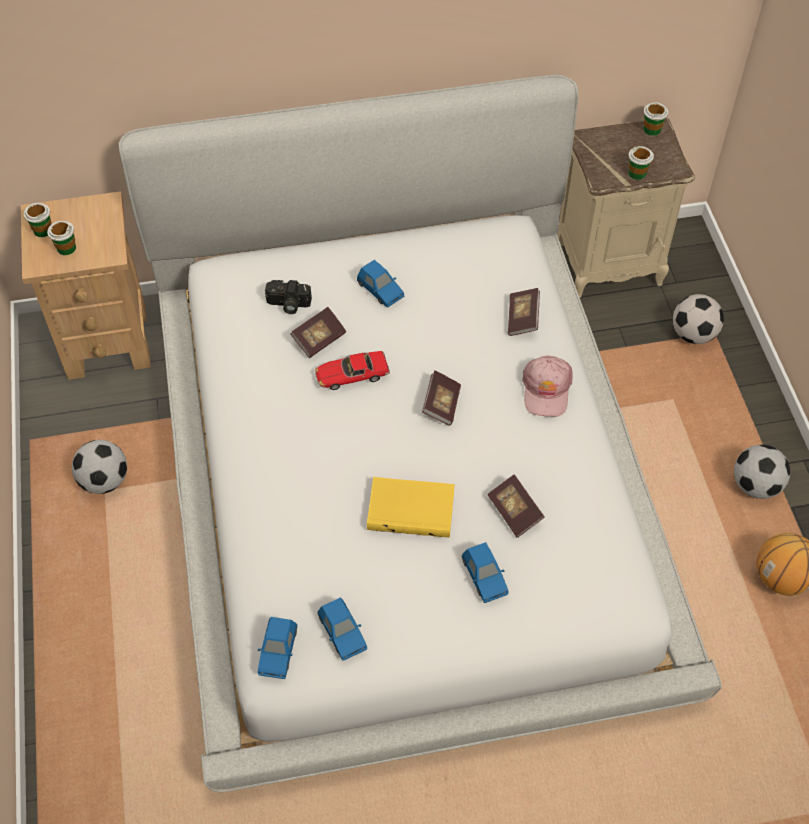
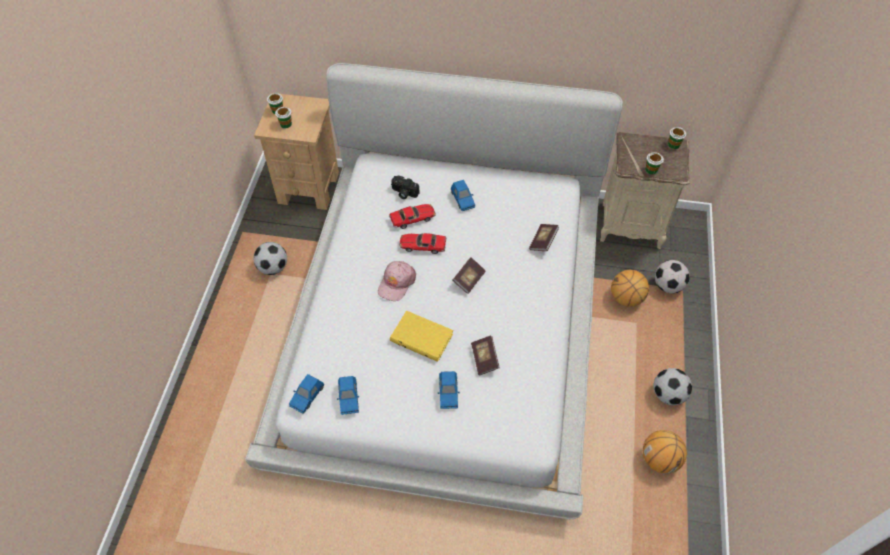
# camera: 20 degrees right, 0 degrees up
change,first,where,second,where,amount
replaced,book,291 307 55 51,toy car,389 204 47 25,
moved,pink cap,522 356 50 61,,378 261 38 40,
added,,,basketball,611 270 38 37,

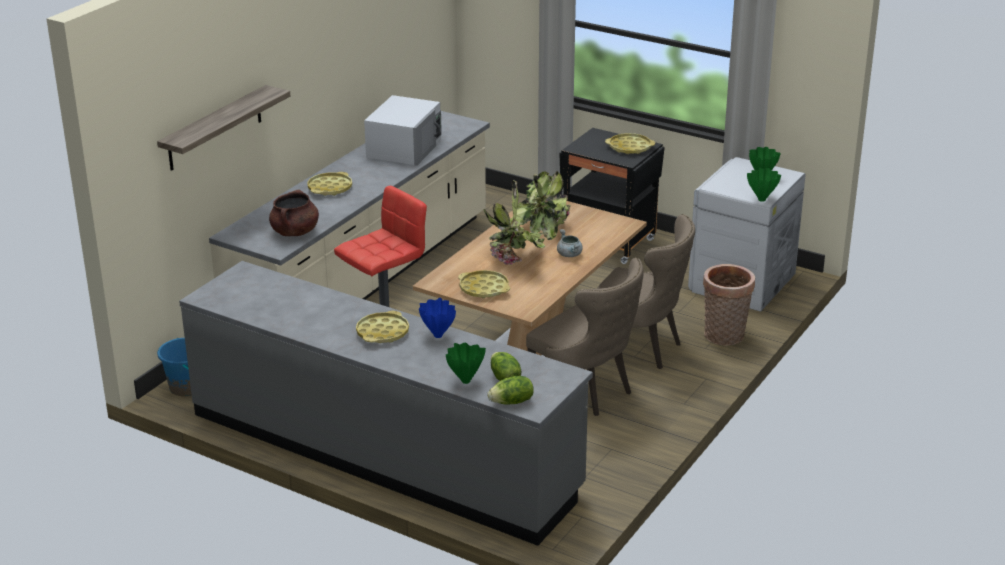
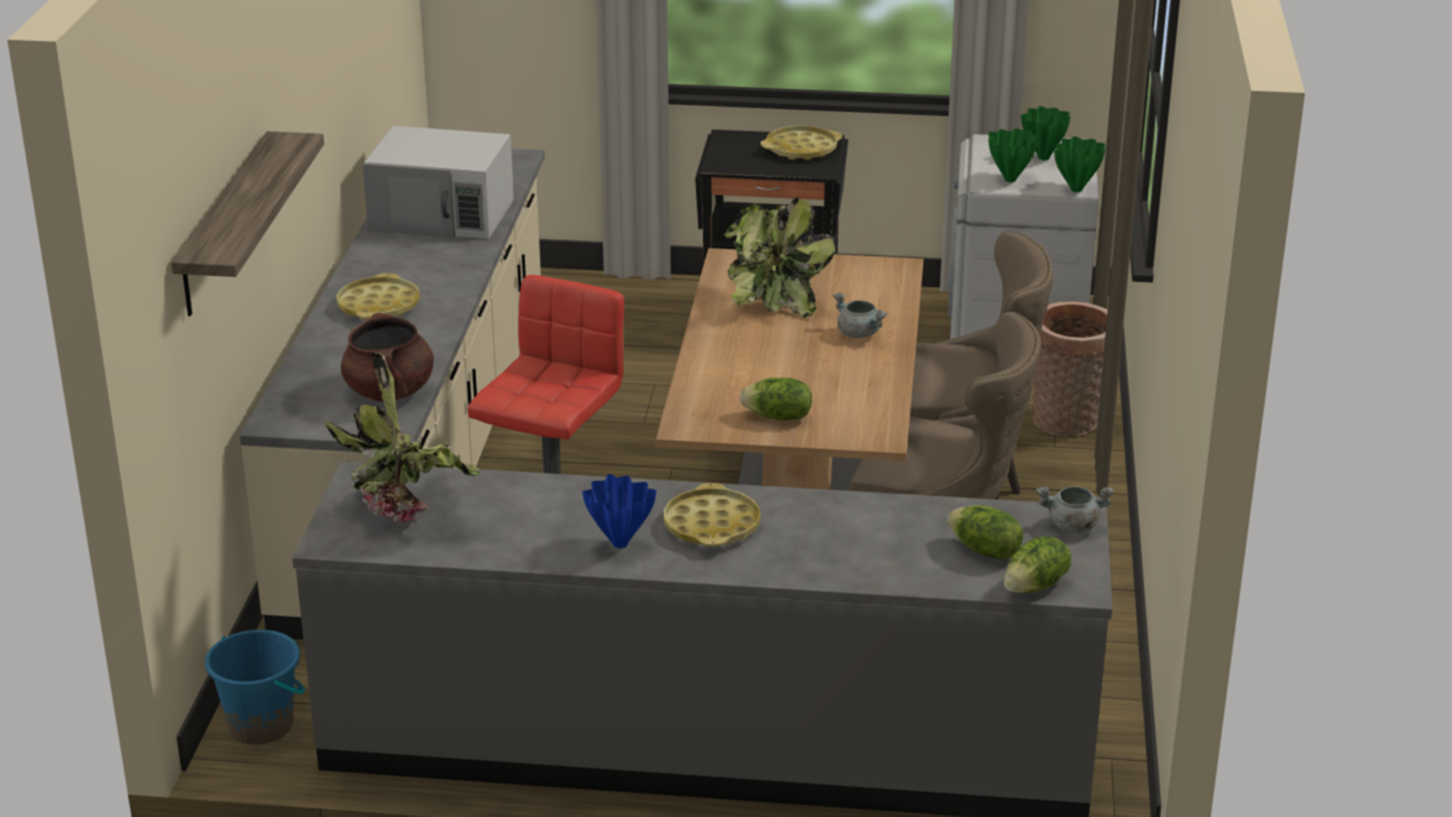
# camera: 25 degrees left, 0 degrees up
change,first,where,second,where,amount
turned,white microwave,364 95 78 71,,363 126 151 113,105 degrees clockwise
moved,blue vase,419 298 37 40,,582 474 74 74,
moved,green vase,446 343 40 41,,988 128 49 54,
replaced,yellow tray,458 270 52 28,lettuce,740 378 72 42,
moved,potted plant,484 180 61 85,,325 352 155 171,
added,,,grey cooking pot,1036 486 78 47,

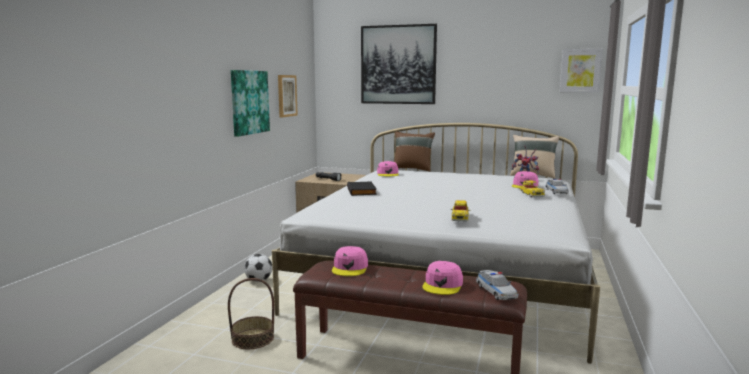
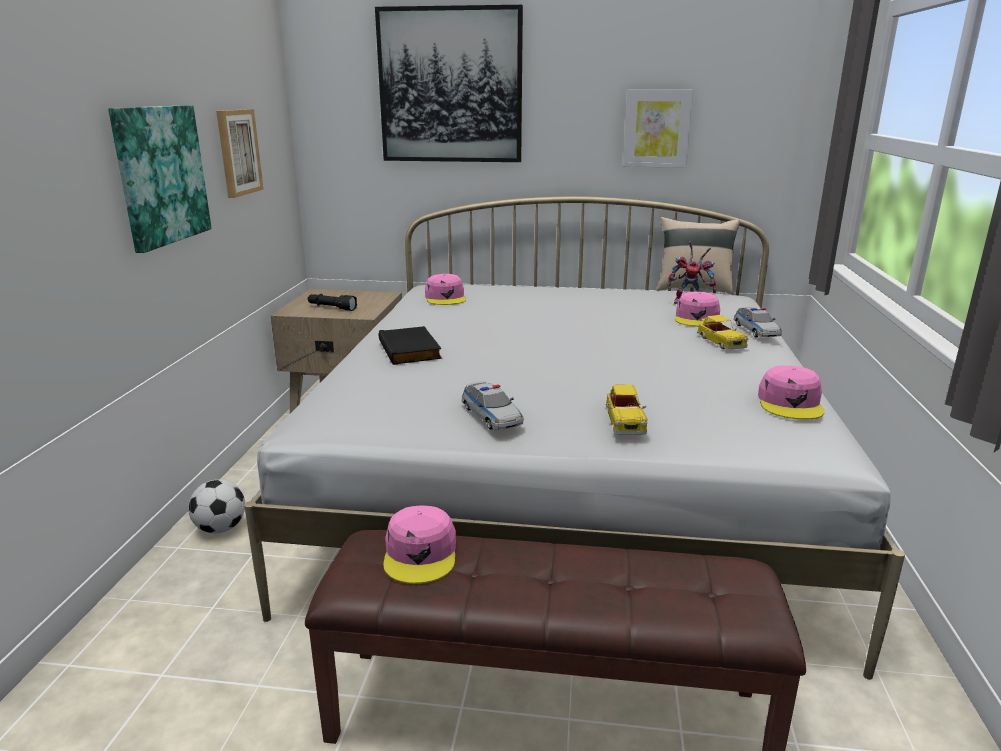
# camera: 10 degrees left, 10 degrees up
change,first,where,second,where,amount
removed,basket,228 278 46 71,,,
removed,brown pillow,394 131 41 41,,,
moved,pink cap,422 261 41 34,,758 365 66 55,
moved,toy car,476 270 43 30,,462 381 62 49,
moved,picture,560 49 43 44,,623 90 70 78,

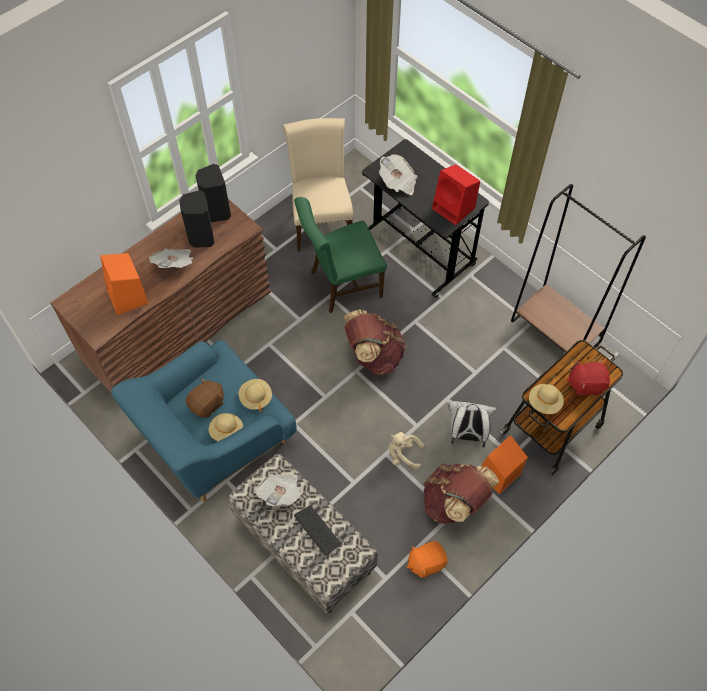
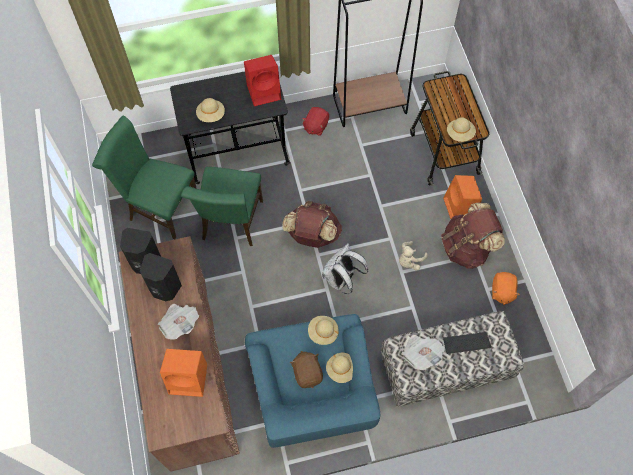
# camera: 60 degrees left, 5 degrees up
change,first,where,second,where,amount
recoloured,beige chair,282 118 72 134,green chair,92 116 105 123,
replaced,newspaper,379 154 38 41,beige hat,196 98 29 24,
moved,white backpack,448 401 48 46,,322 243 46 51,
moved,red plush toy,567 360 43 36,,302 107 27 29,

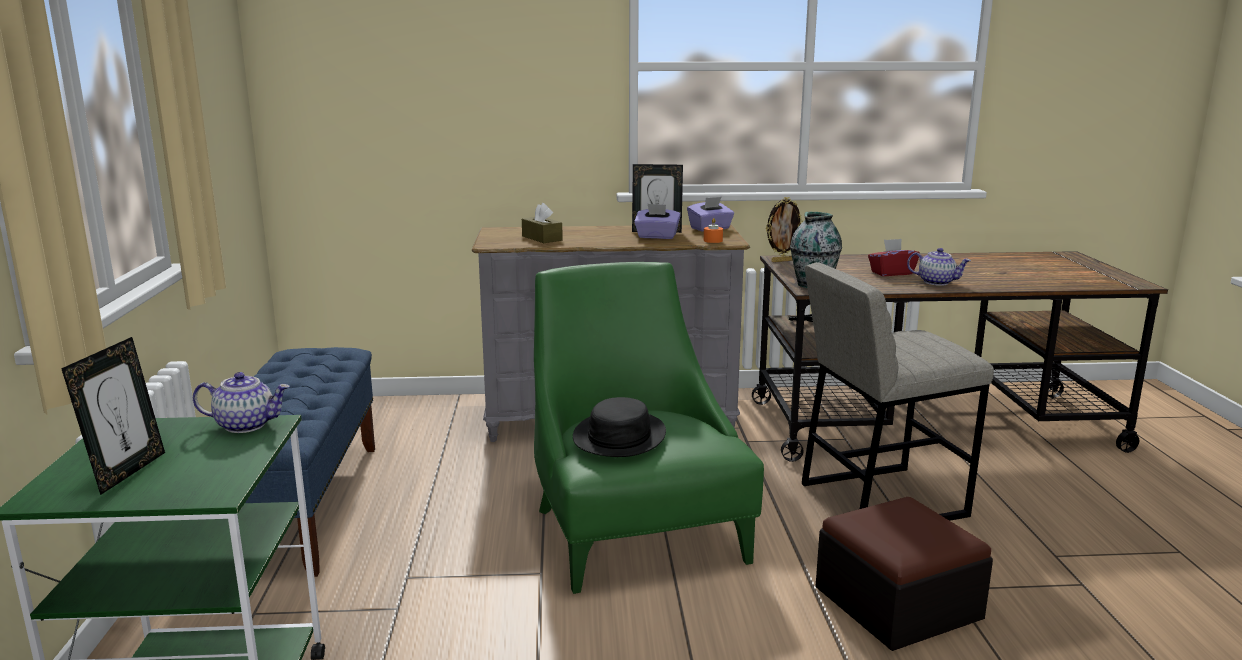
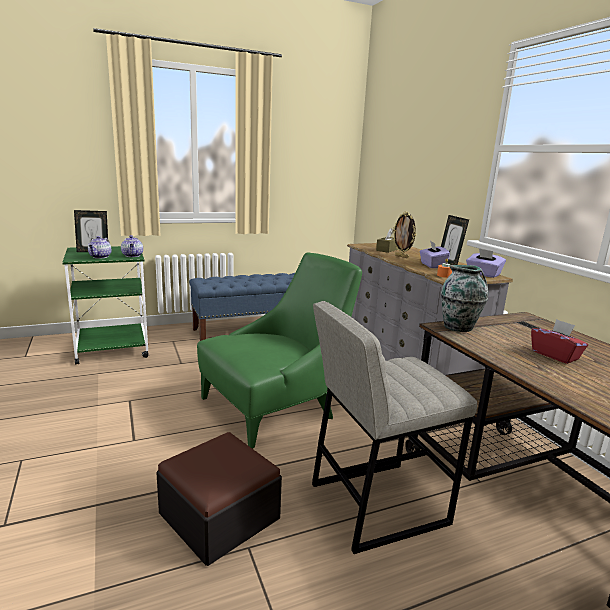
# camera: 70 degrees right, 0 degrees up
change,first,where,second,where,amount
removed,black hat,573 397 93 60,,,
moved,picture frame,766 197 37 65,,393 212 23 46,
turned,grey chair,802 262 192 259,,312 301 165 253,75 degrees counterclockwise
moved,teapot,907 248 64 38,,88 236 23 22,

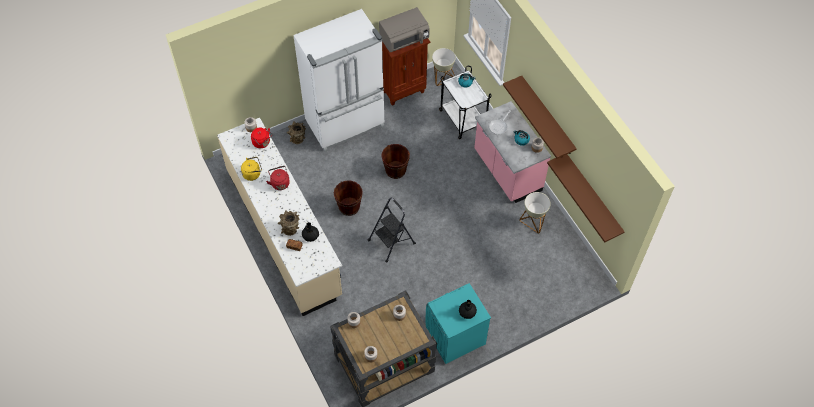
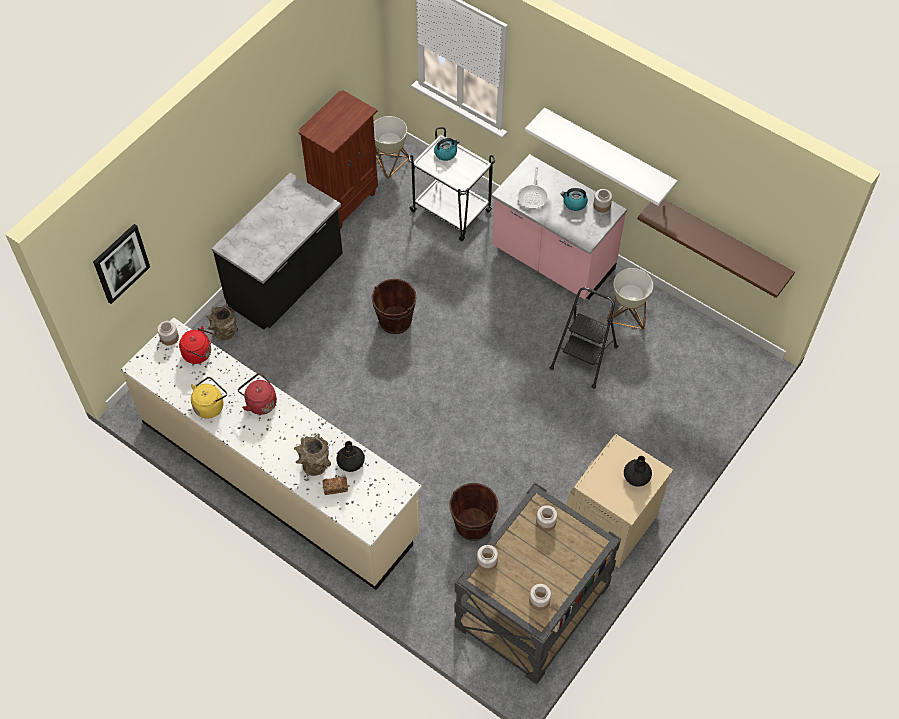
# camera: 25 degrees left, 0 degrees up
change,first,where,second,where,amount
replaced,white fridge,293 9 91 143,black counter,212 173 131 157,
moved,brown bucket,334 180 29 36,,449 483 50 58,
moved,black step ladder,368 198 48 65,,549 287 69 102,
removed,grey microwave,379 7 51 45,,,
recoloured,turquoise washing machine,426 283 65 81,beige washing machine,567 434 106 133,
recoloured,brown shelf,503 76 74 83,white shelf,525 108 152 98,
added,,,picture,93 224 57 80,

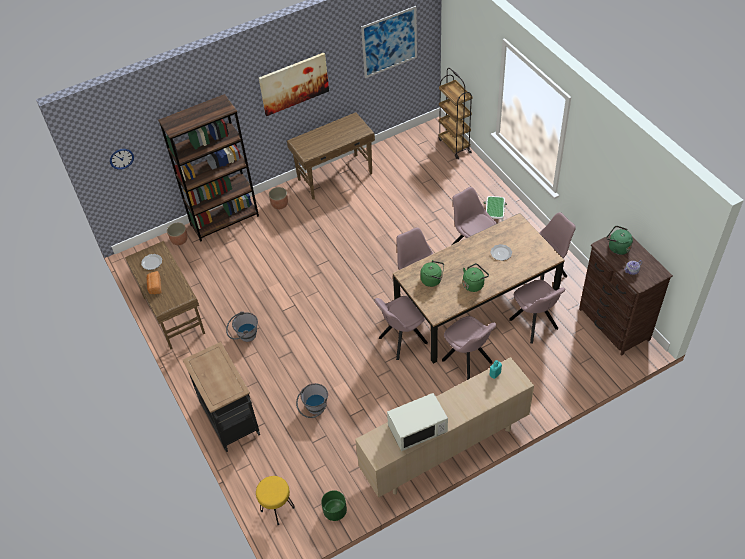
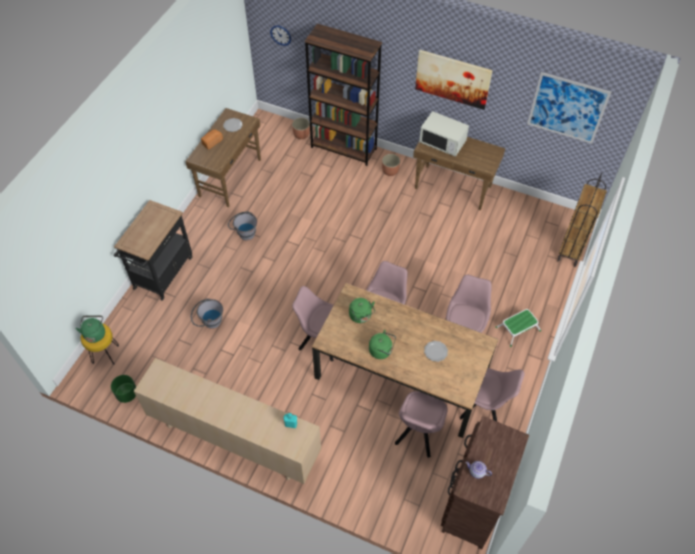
# camera: 50 degrees right, 5 degrees up
change,first,where,second,where,amount
moved,white microwave,387 393 61 58,,419 111 50 46,
removed,pink chair,442 316 54 64,,,
moved,green kettle,607 226 26 29,,75 316 30 27,

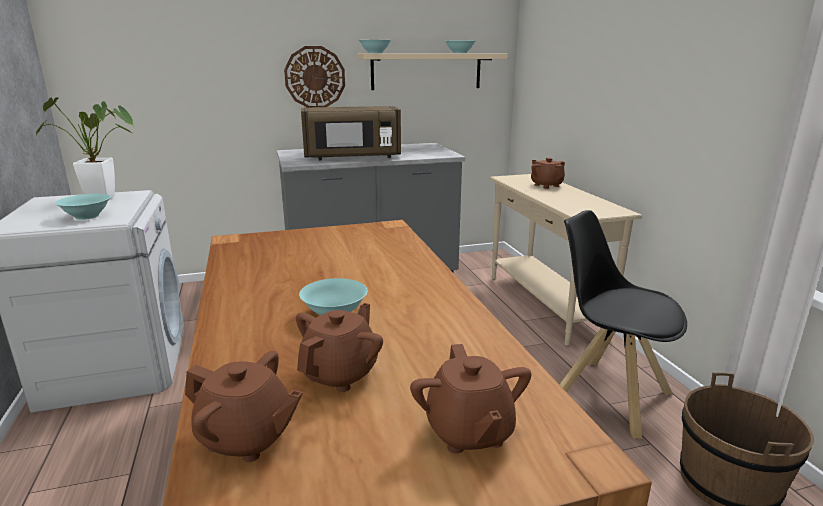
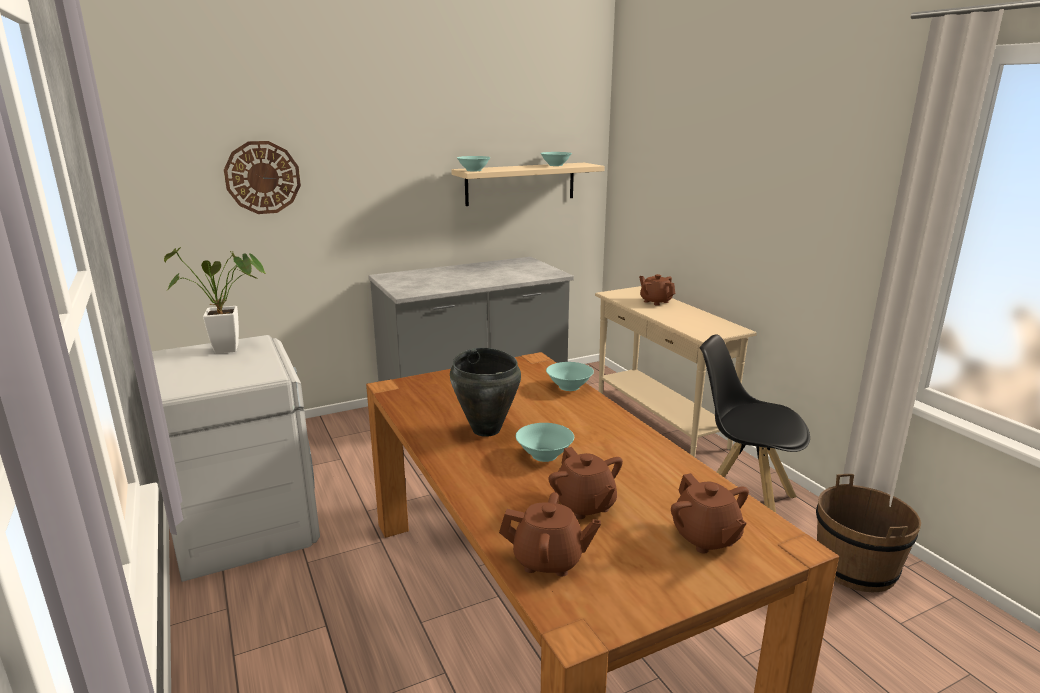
# camera: 10 degrees left, 0 degrees up
change,first,where,second,where,amount
moved,turquoise bowl,55 194 55 26,,546 362 48 29,
moved,wall clock,284 46 61 62,,224 141 77 73,
turned,brown teapot,296 303 87 89,,548 447 75 72,135 degrees clockwise
removed,brown microwave,301 106 100 54,,,
added,,,black cooking pot,450 348 71 89,

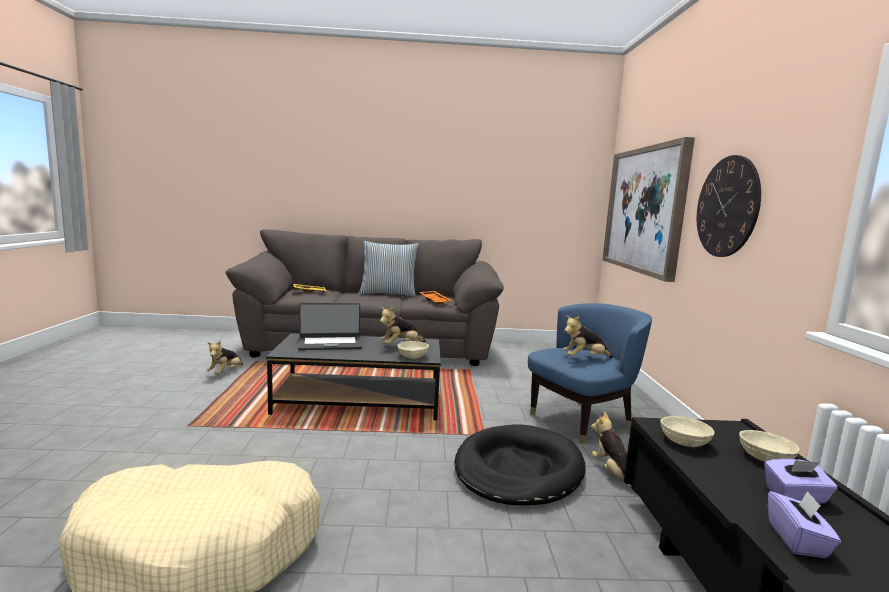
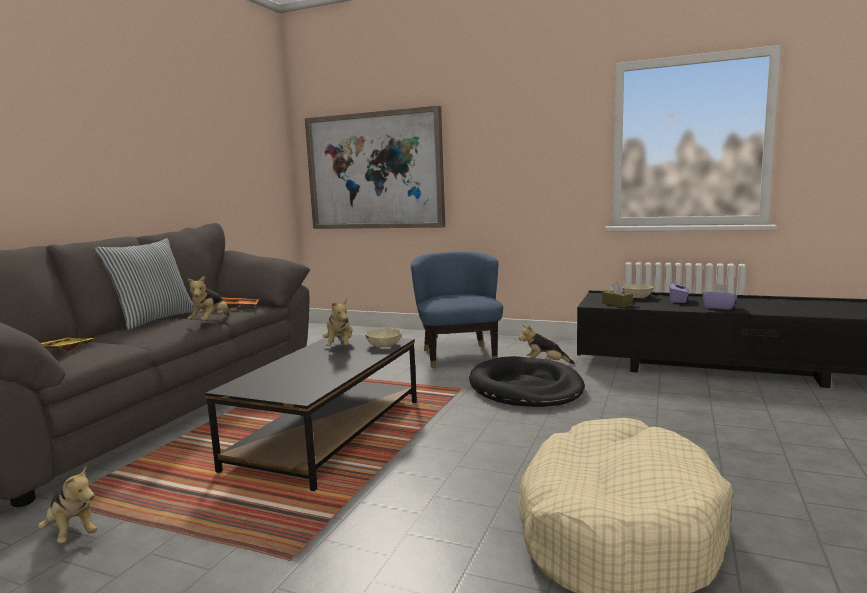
# camera: 65 degrees left, 0 degrees up
change,first,where,second,where,amount
removed,laptop,298 303 64 47,,,
moved,plush toy,563 315 50 43,,187 276 42 45,
replaced,beige bowl,660 416 55 31,brown tissue box,602 282 31 25,
removed,wall clock,697 155 64 102,,,

